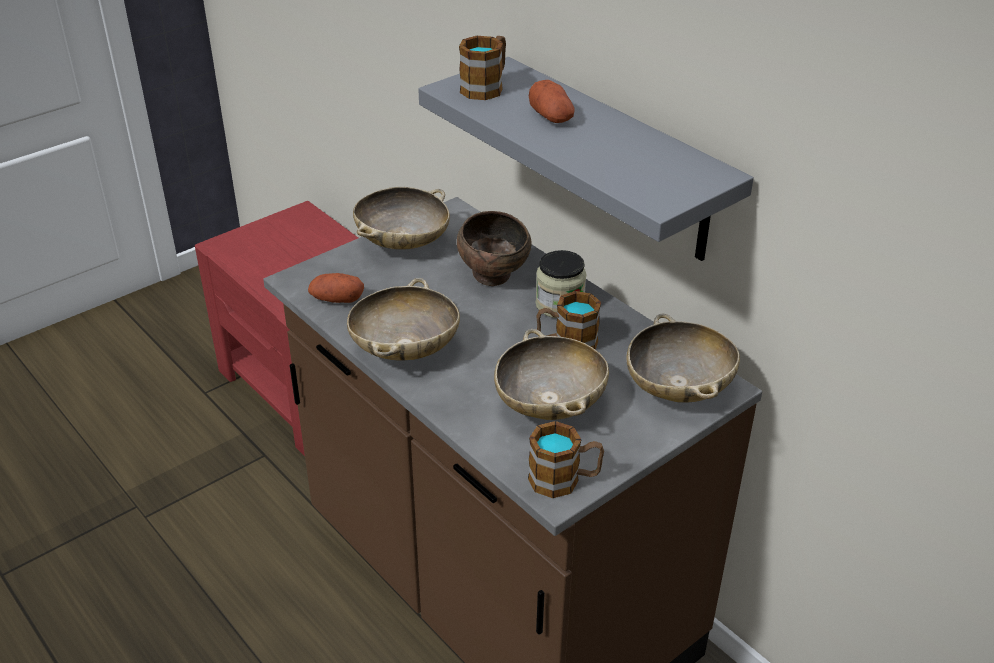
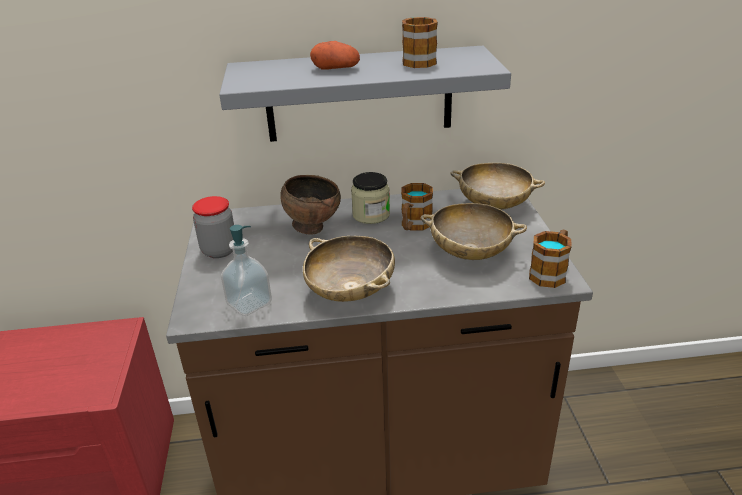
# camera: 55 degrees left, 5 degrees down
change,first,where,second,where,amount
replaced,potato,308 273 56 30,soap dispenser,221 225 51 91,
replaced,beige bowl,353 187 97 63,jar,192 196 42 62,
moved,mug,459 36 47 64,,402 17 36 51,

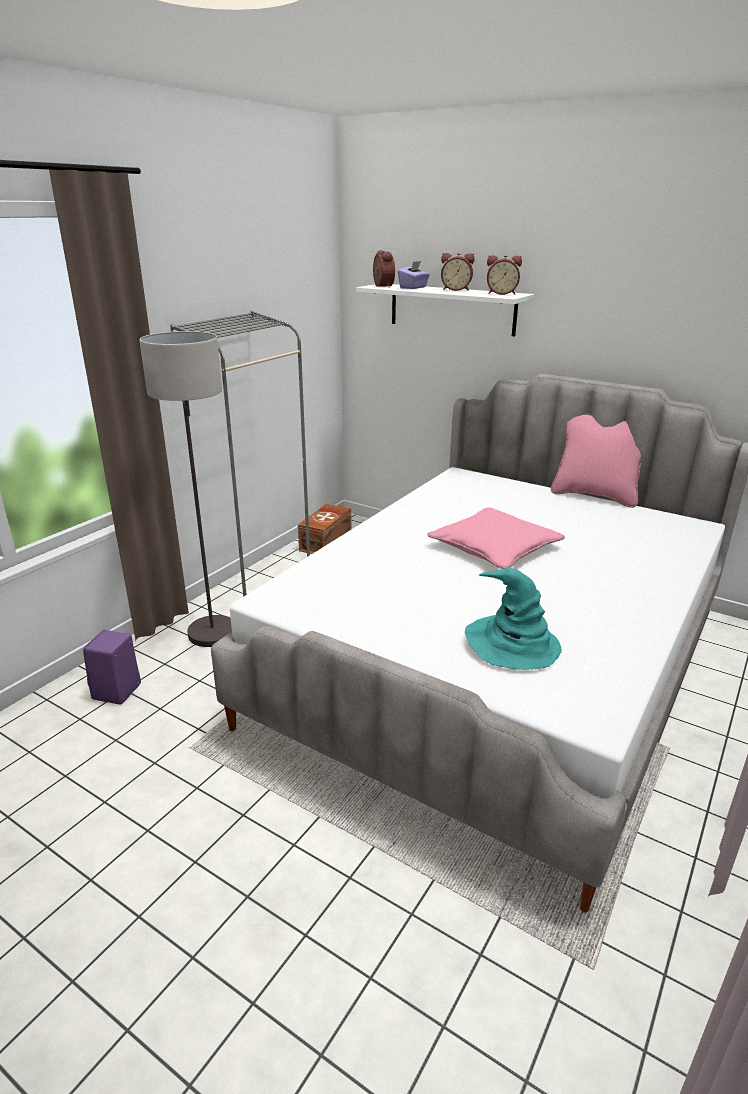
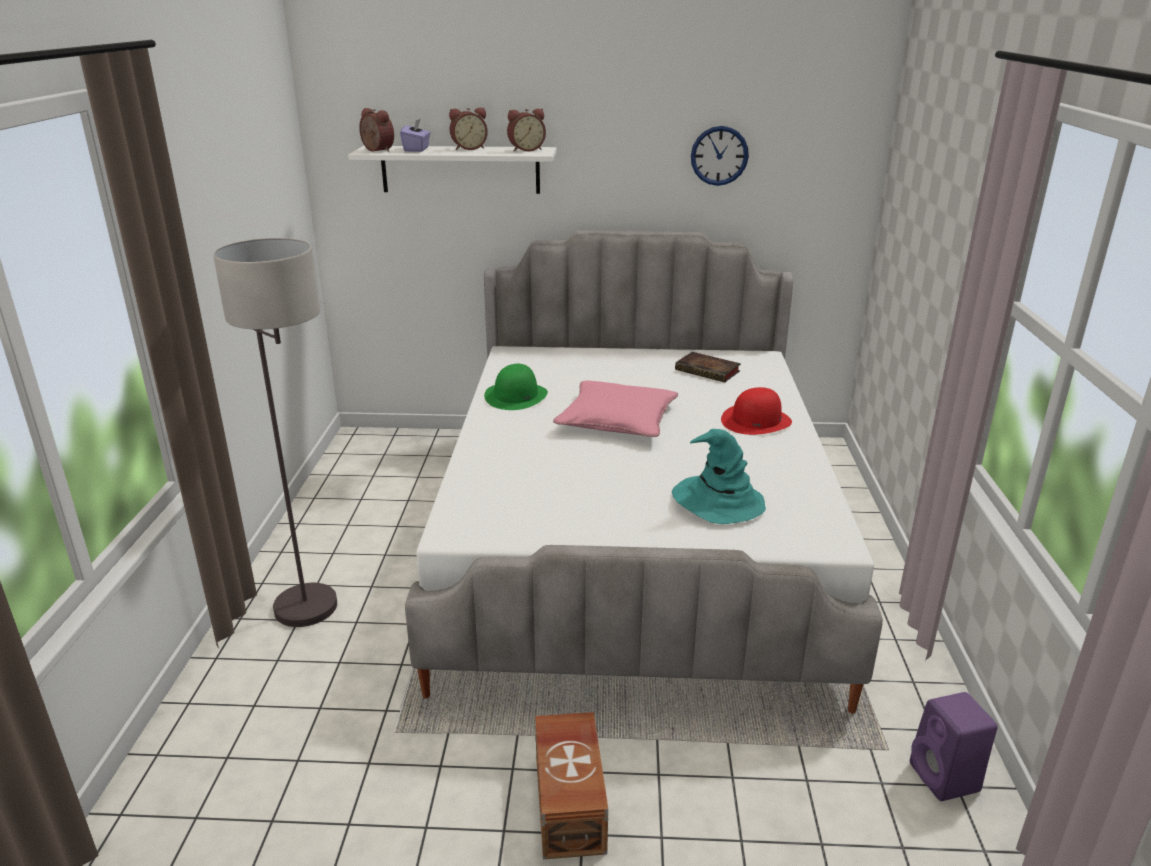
# camera: 30 degrees left, 0 degrees up
change,first,where,second,where,amount
moved,purple speaker,83 630 58 75,,910 692 88 109,
removed,grey clothes rack,170 311 140 286,,,
moved,brown storage box,298 504 53 50,,535 712 73 147,
removed,pink pillow,551 414 90 94,,,
added,,,green hat,484 364 64 46,
added,,,book,675 352 66 30,
added,,,wall clock,691 126 58 60,
added,,,red hat,721 387 71 48,

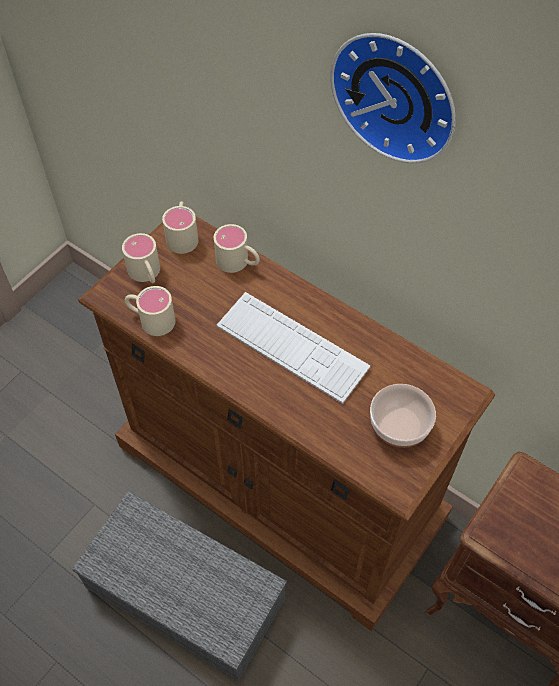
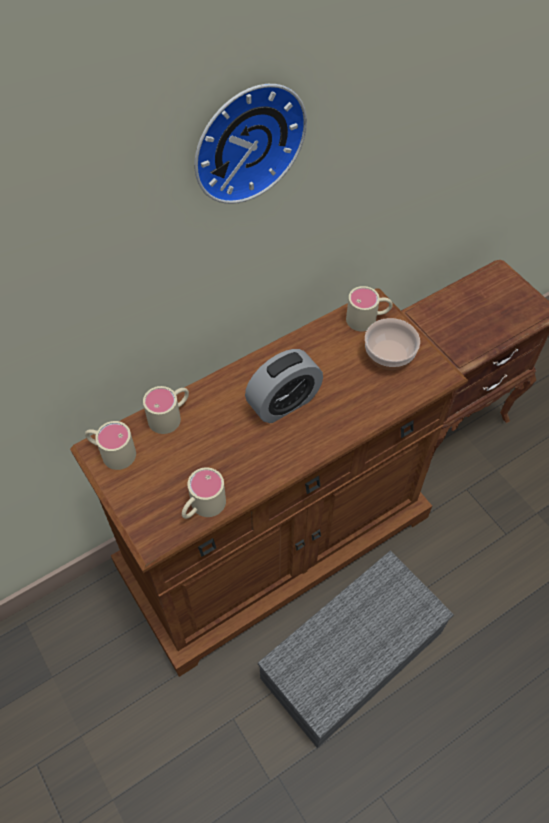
# camera: 70 degrees left, 0 degrees up
change,first,where,second,where,amount
moved,beige mug,122 233 38 51,,346 286 47 46,
replaced,keyboard,216 292 155 112,alarm clock,245 349 78 74,

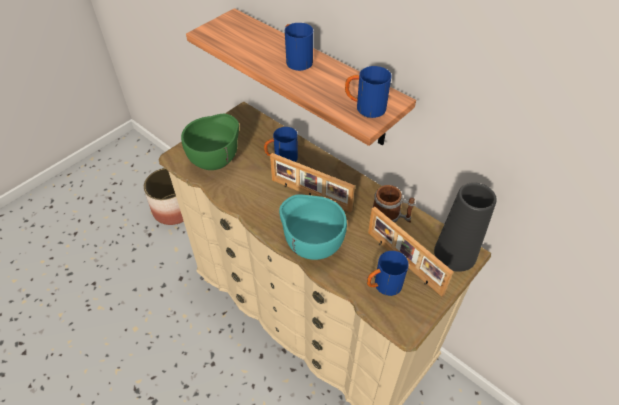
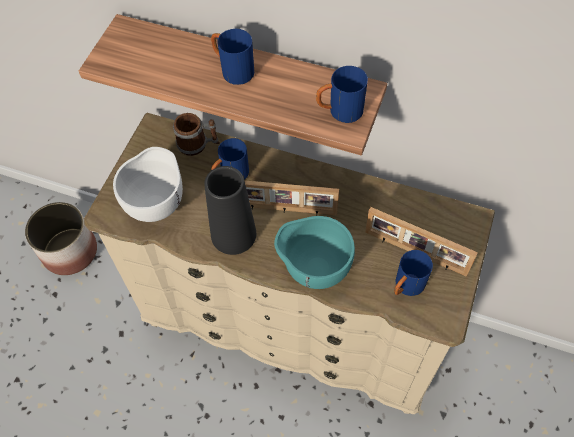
# camera: 20 degrees left, 10 degrees up
change,first,where,second,where,amount
recoloured,green bowl,181 114 58 56,white bowl,113 147 70 75,
moved,mug,372 185 43 38,,173 113 47 43,
moved,black vase,434 182 63 90,,204 166 52 89,

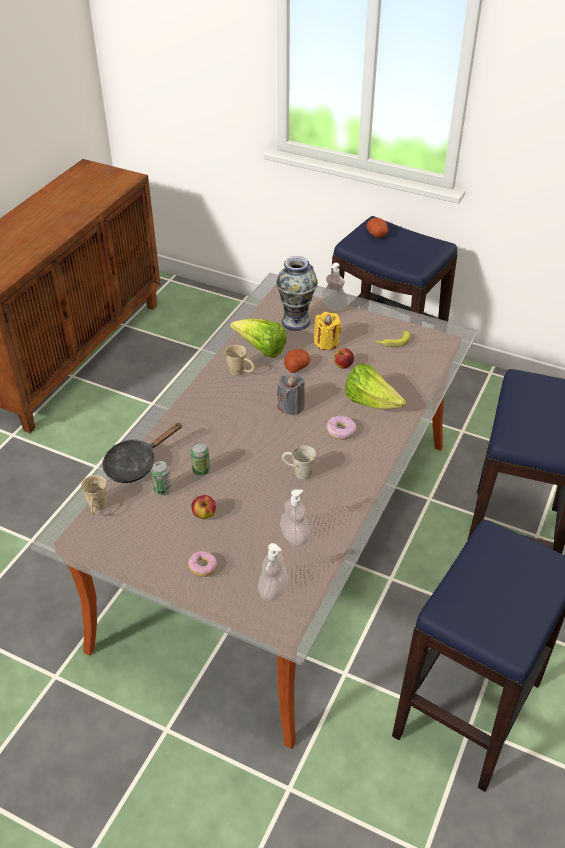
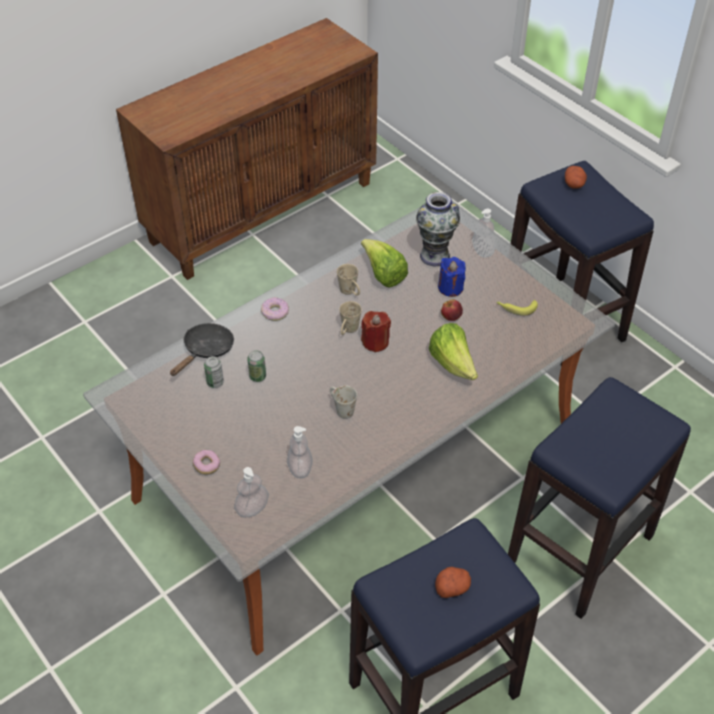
# camera: 25 degrees right, 5 degrees up
change,first,where,second,where,amount
moved,beige mug,81 475 26 40,,339 301 23 34,
turned,black frying pan,102 423 80 60,,170 323 64 53,135 degrees clockwise
removed,apple,191 495 25 24,,,
recoloured,grey candle,277 373 28 42,red candle,361 311 30 41,
moved,potato,284 350 26 23,,435 567 36 31,
recoloured,yellow candle,314 312 28 38,blue candle,438 257 28 40,
moved,donut,326 416 31 23,,261 297 28 24,

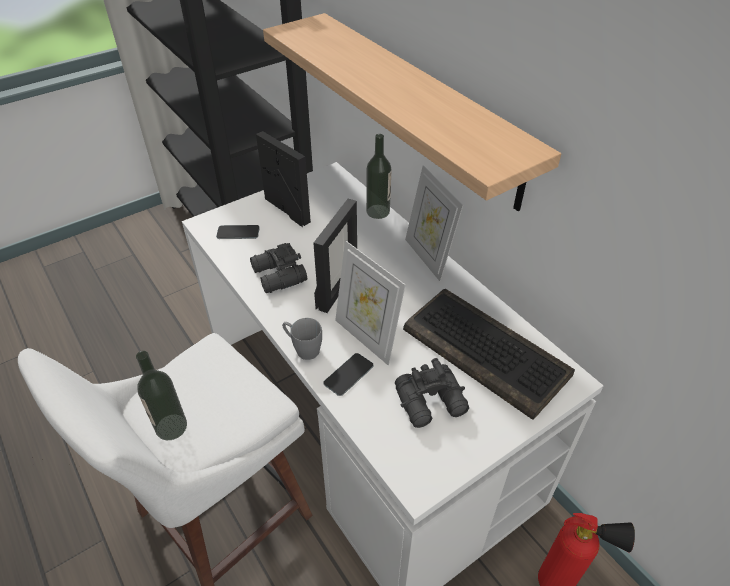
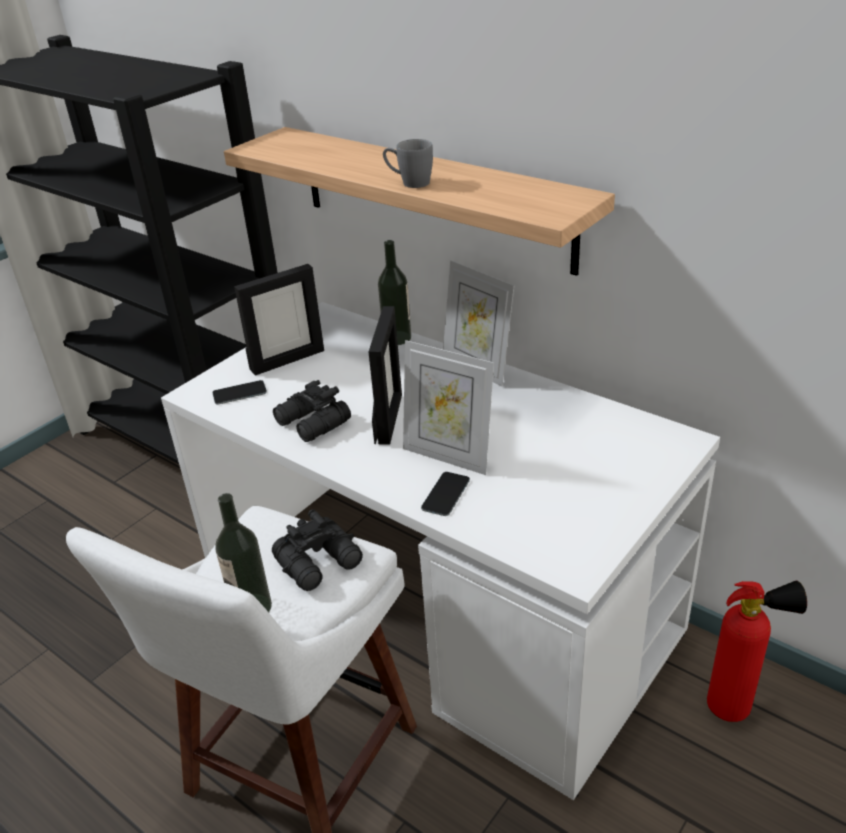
# camera: 15 degrees left, 10 degrees down
change,first,where,second,where,amount
turned,picture frame,256 131 55 96,,234 264 90 112,120 degrees clockwise
moved,grey mug,282 318 40 42,,383 139 50 49,
moved,black binoculars,395 358 74 70,,272 509 91 82,
removed,keyboard,403 289 172 131,,,

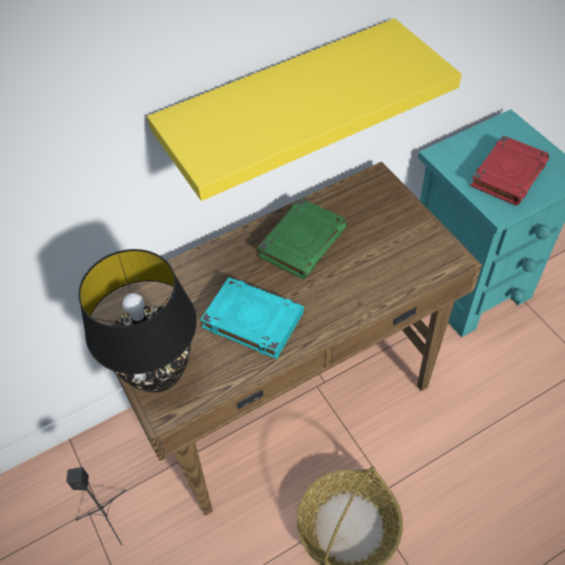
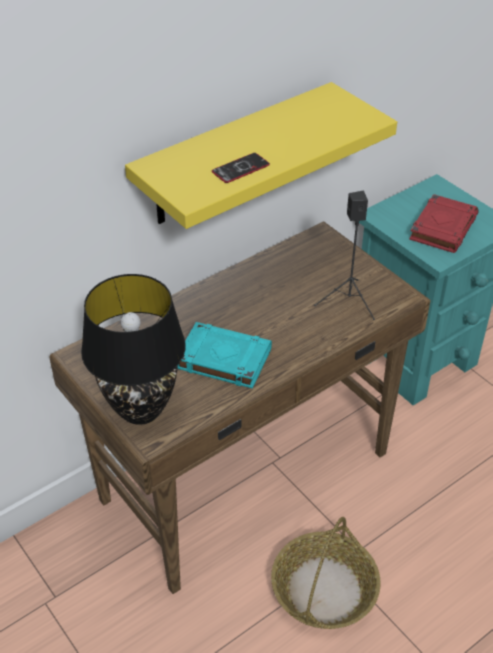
# camera: 10 degrees left, 10 degrees down
change,first,where,second,where,amount
moved,black speaker,66 467 60 78,,314 191 61 129,
removed,green book,257 198 90 81,,,
added,,,phone,212 153 58 30,

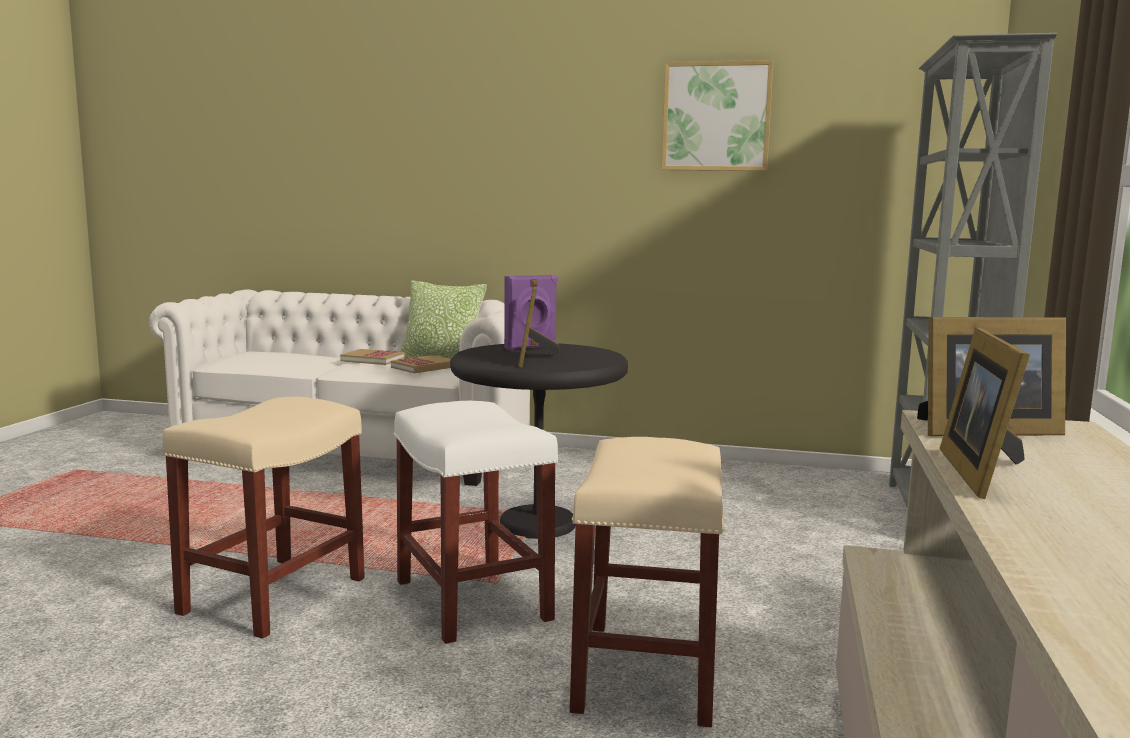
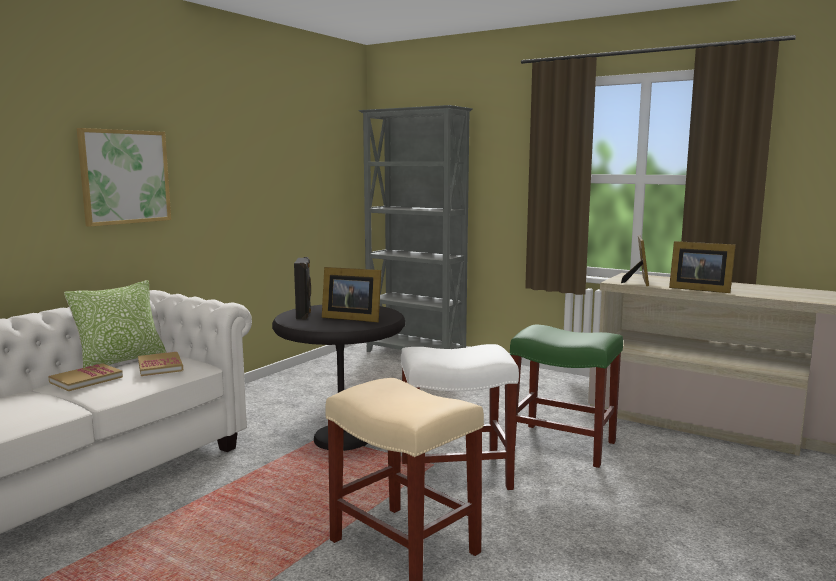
# camera: 70 degrees left, 0 degrees up
change,first,where,second,where,amount
recoloured,purple speaker,504 275 53 75,black speaker,294 257 17 63,
recoloured,beige stool,570 437 154 290,green stool,510 325 113 143,
moved,picture,662 60 111 111,,77 128 94 99,

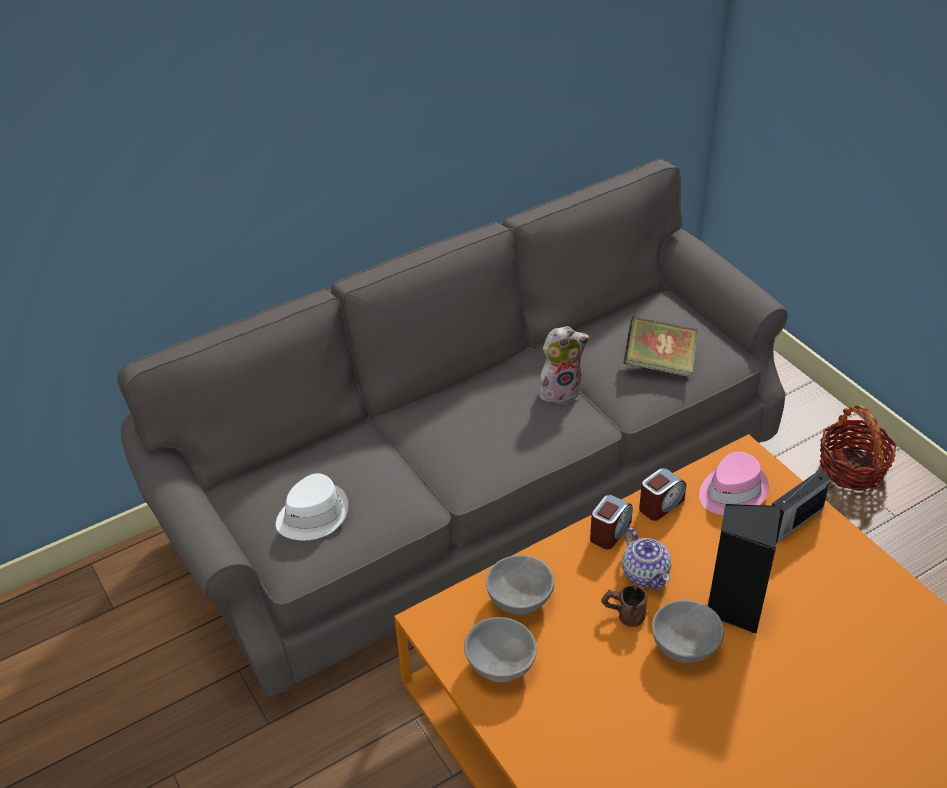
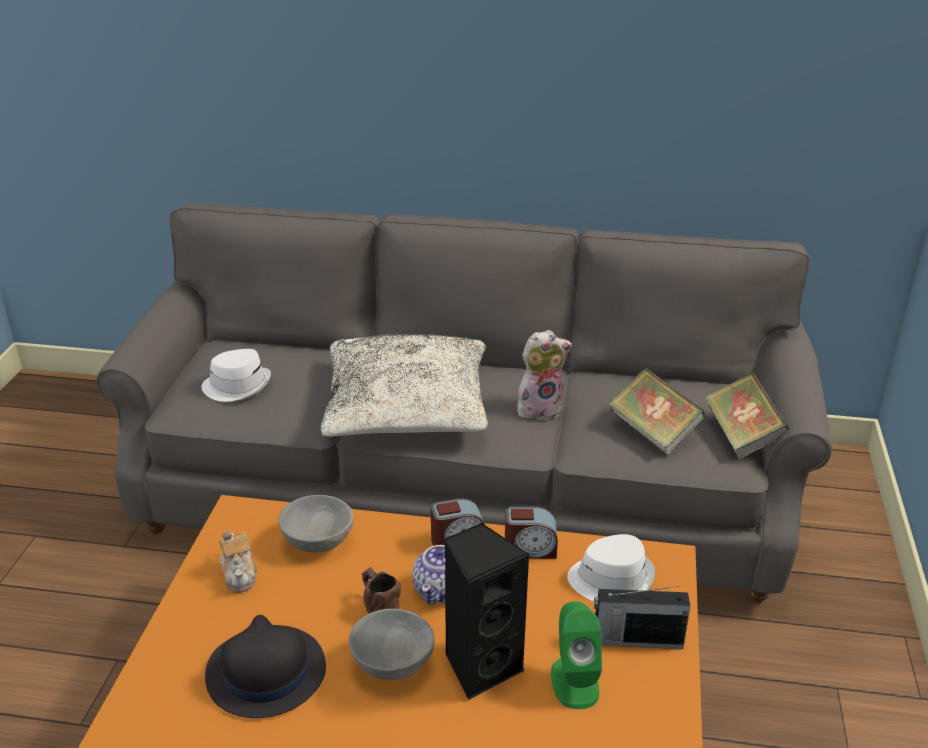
# camera: 40 degrees right, 10 degrees down
change,first,where,second,where,amount
replaced,grey bowl,464 617 73 66,teapot,219 530 38 63,
turned,plush toy,539 326 51 78,,517 330 55 91,45 degrees counterclockwise
recoloured,pink hat,699 452 70 63,white hat,567 534 88 67,
removed,basket,820 405 77 86,,,
added,,,black hat,205 615 121 103,
added,,,beige pillow,321 333 167 104,
added,,,green speaker,551 601 51 108,
added,,,book,704 373 85 86,

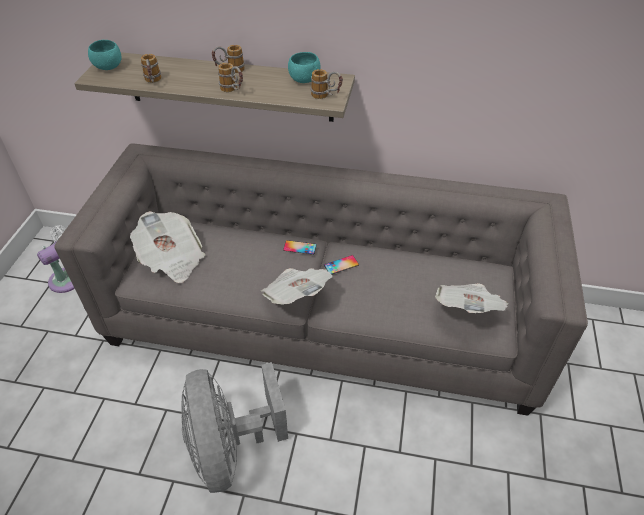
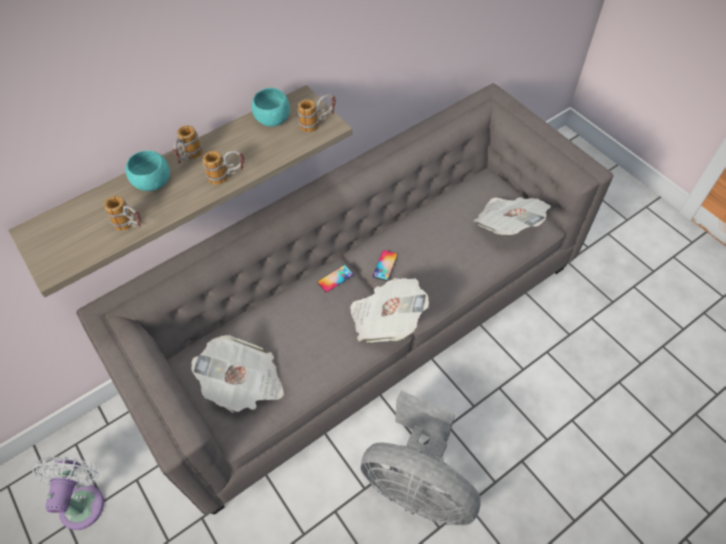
# camera: 45 degrees left, 10 degrees up
change,first,where,second,where,amount
moved,turquoise bowl,88 40 34 30,,125 151 45 40,

